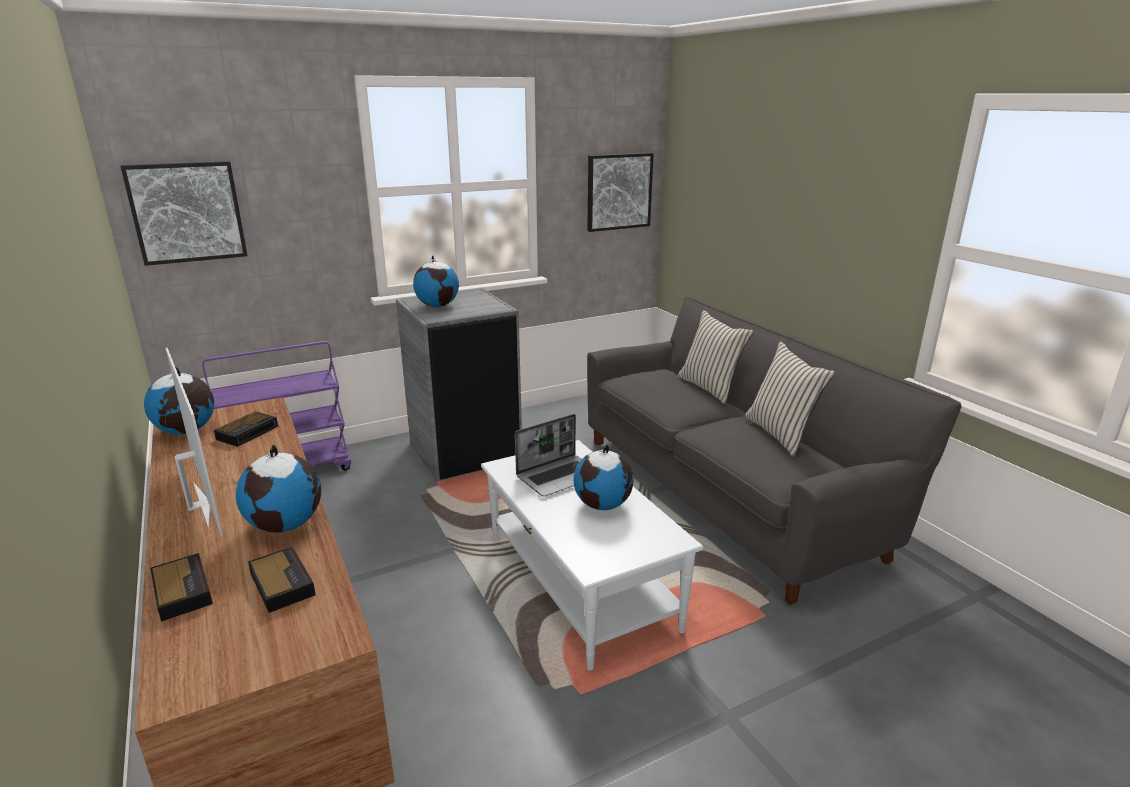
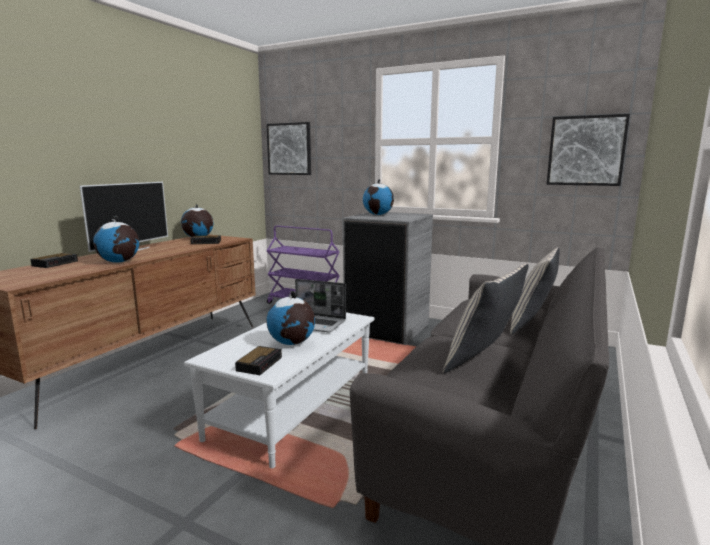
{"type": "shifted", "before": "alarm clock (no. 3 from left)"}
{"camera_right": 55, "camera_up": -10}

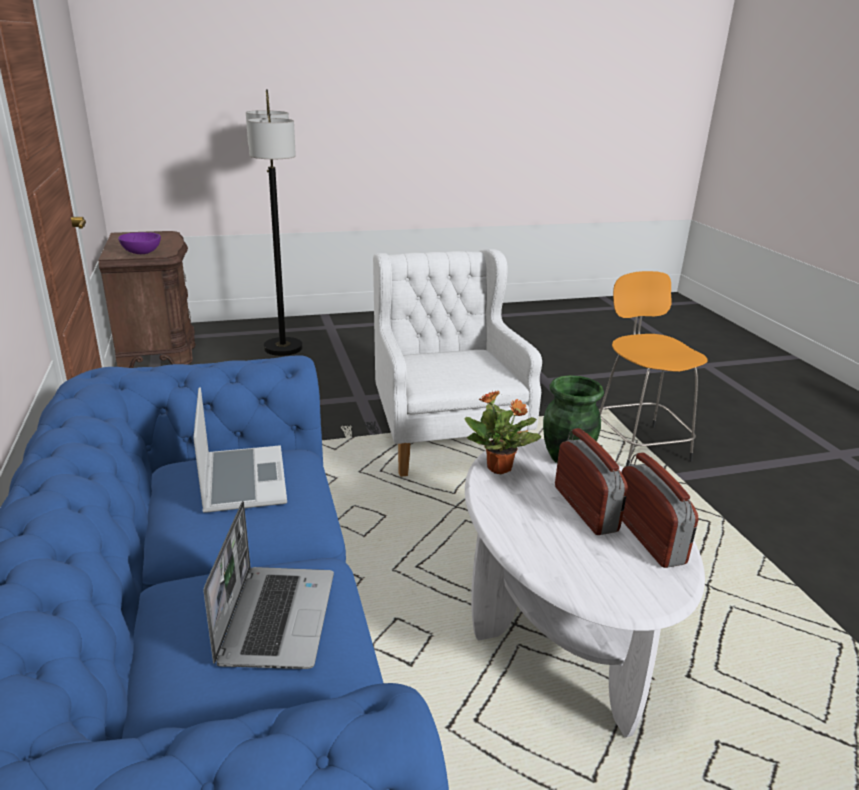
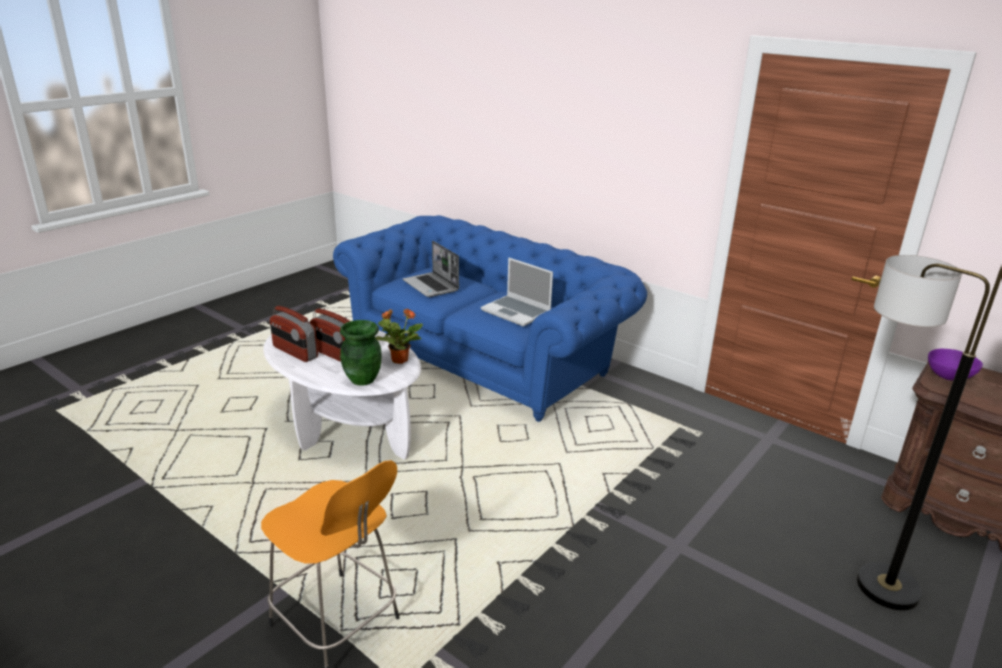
{"type": "gone", "before": "white armchair"}
{"camera_right": 145, "camera_up": 0}

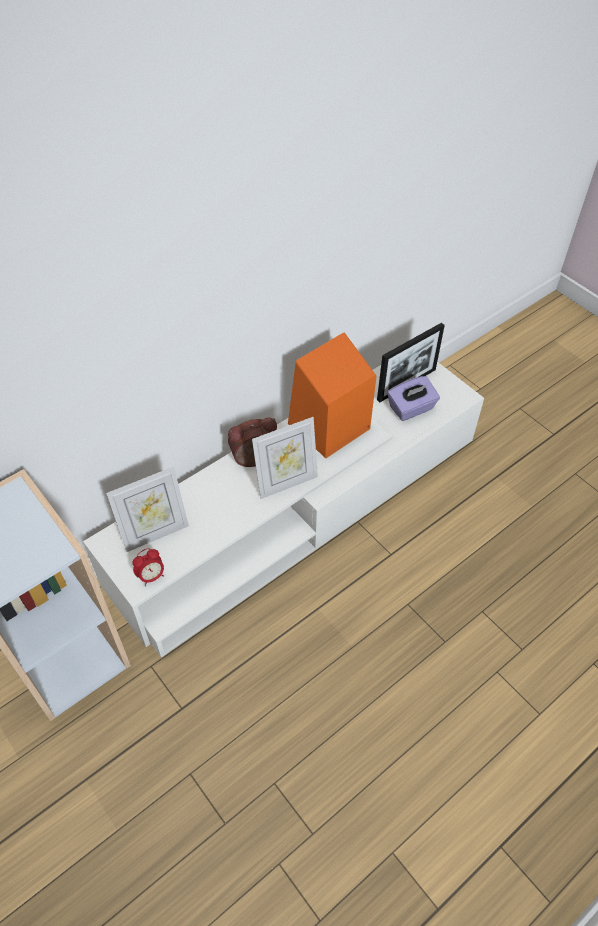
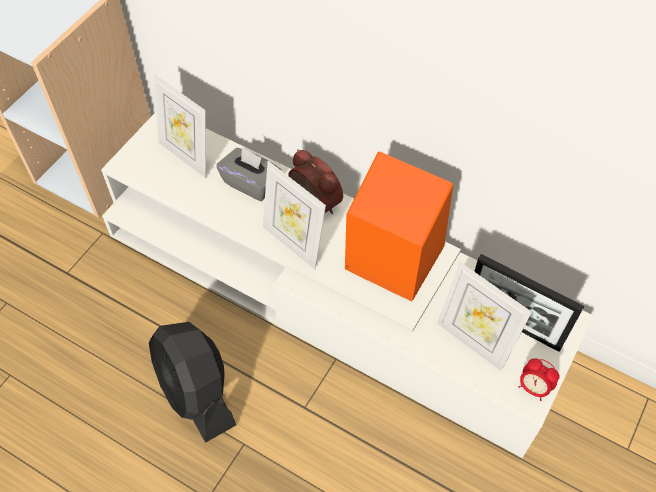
{"type": "new", "after": "black fan"}
{"type": "new", "after": "grey tissue box"}
{"type": "swapped", "before": "purple tissue box", "after": "picture frame (no. 3 from left)"}
{"type": "shifted", "before": "alarm clock (no. 1 from left in the first image)", "after": "alarm clock (no. 2 from left)"}
{"camera_right": 70, "camera_up": 5}

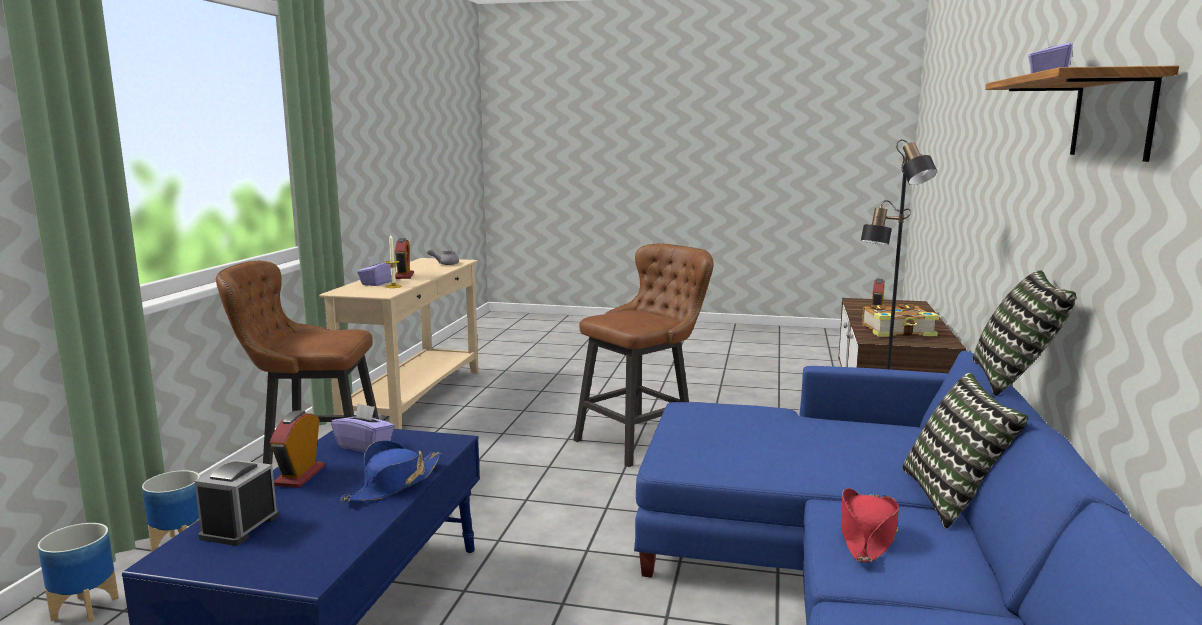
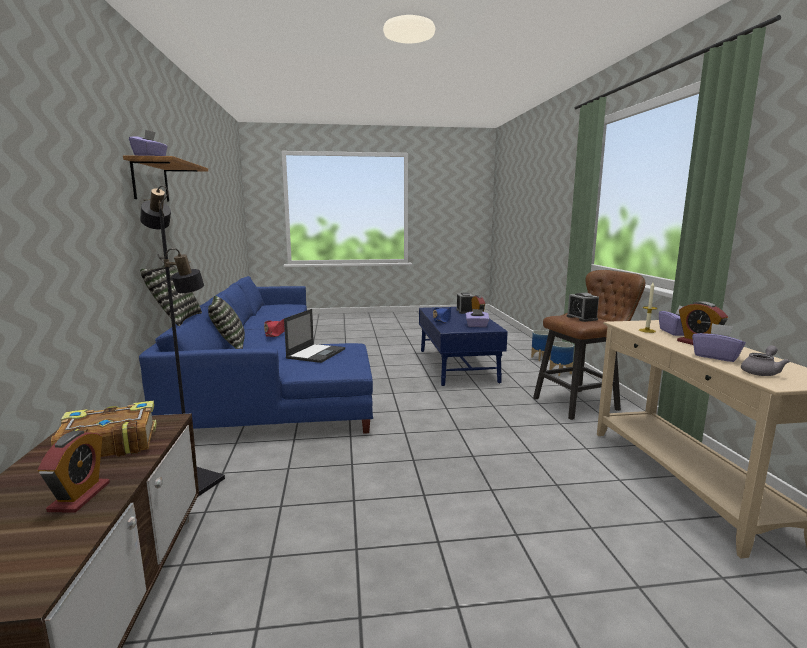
{"type": "new", "after": "laptop"}
{"type": "new", "after": "alarm clock (no. 4 from left)"}
{"type": "new", "after": "purple tissue box (no. 4 from left)"}
{"type": "gone", "before": "brown stool (no. 2 from left)"}
{"camera_right": 160, "camera_up": 0}

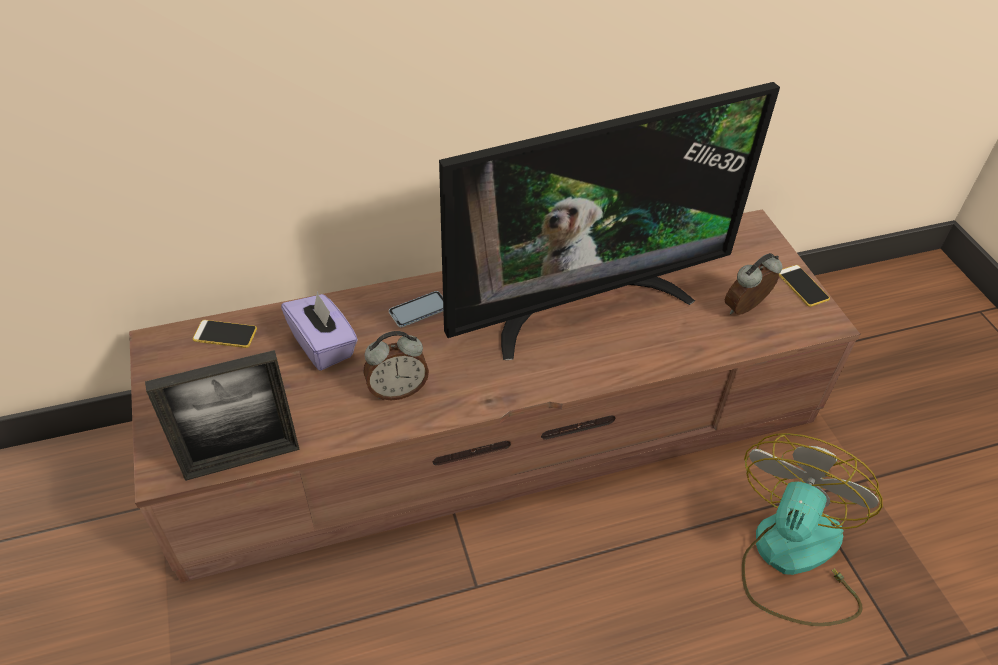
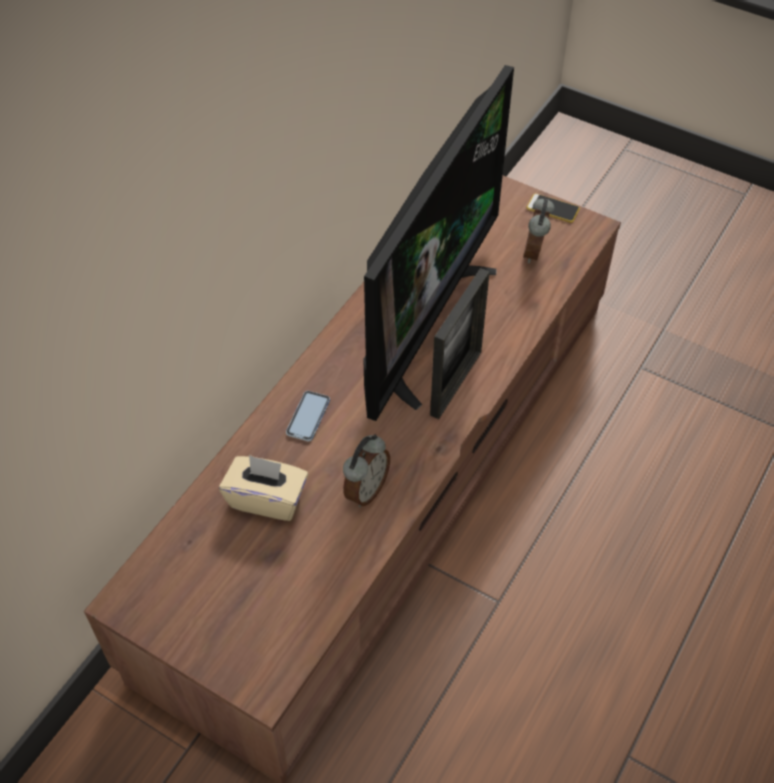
{"type": "repainted", "before": "purple tissue box", "after": "beige tissue box"}
{"type": "shifted", "before": "picture frame"}
{"type": "gone", "before": "phone (no. 1 from left)"}
{"type": "gone", "before": "fan"}
{"camera_right": -40, "camera_up": 5}

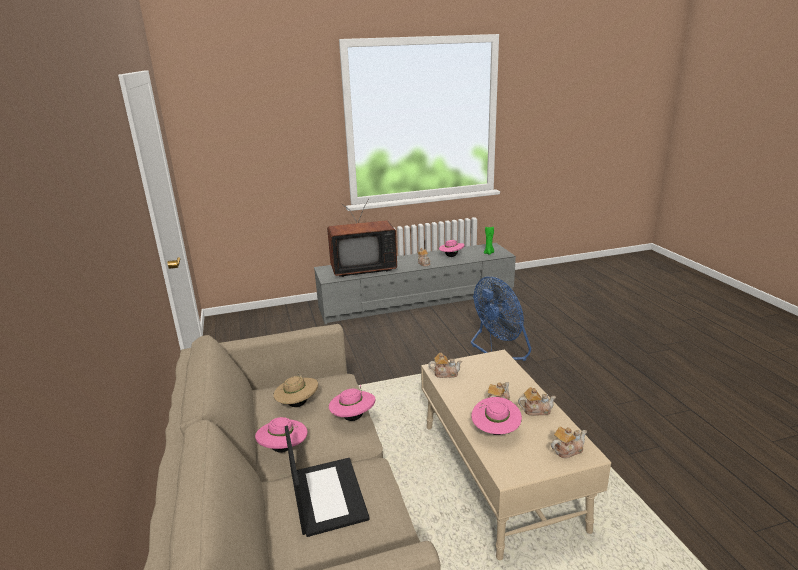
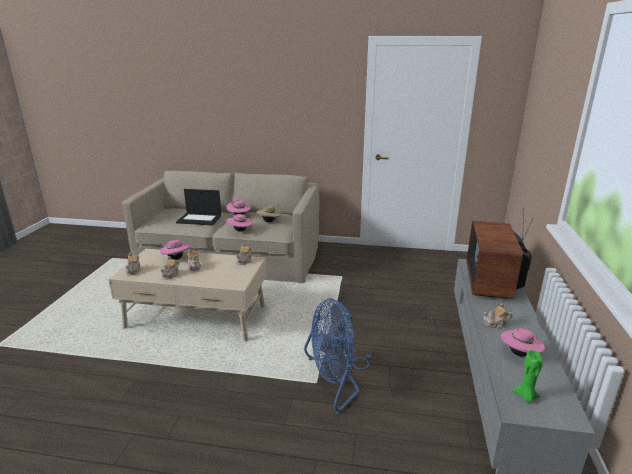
{"type": "rotated", "before": "blue fan", "turn": 75}
{"camera_right": 115, "camera_up": 0}

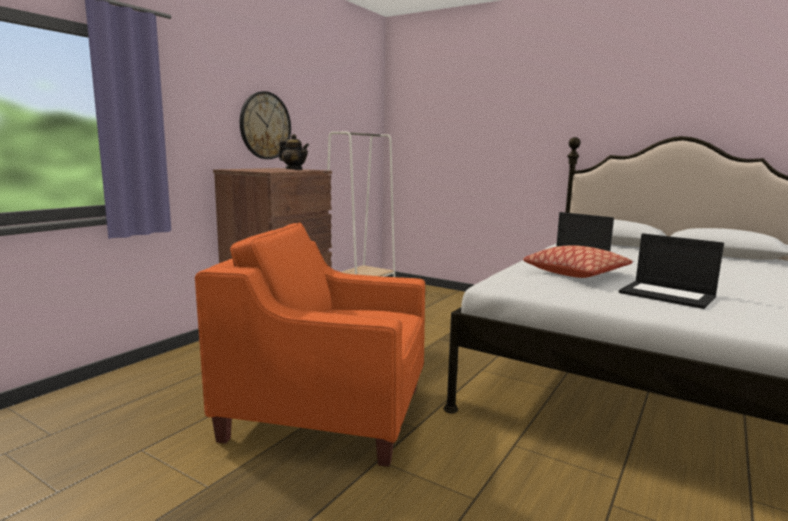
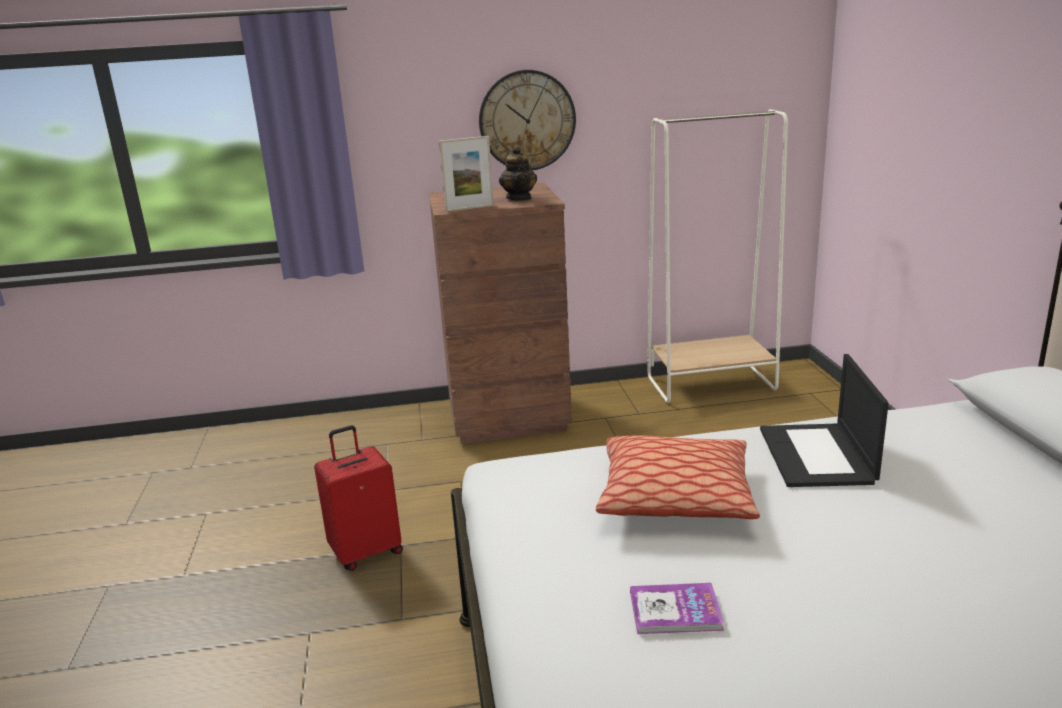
{"type": "swapped", "before": "orange armchair", "after": "red suitcase"}
{"type": "new", "after": "picture frame"}
{"type": "swapped", "before": "laptop (no. 2 from left)", "after": "book"}
{"camera_right": 50, "camera_up": 10}

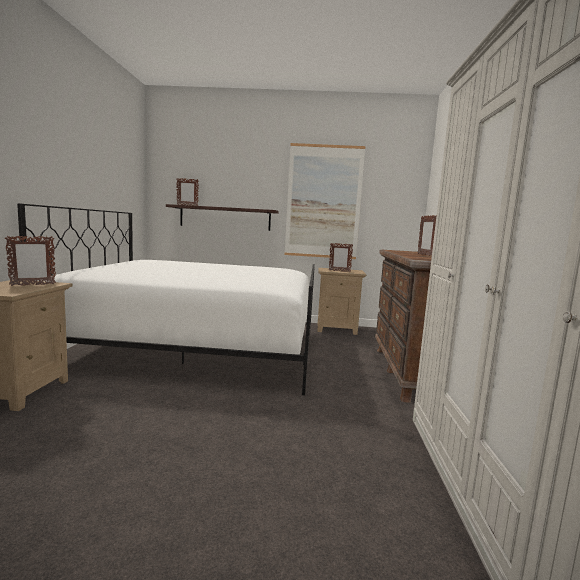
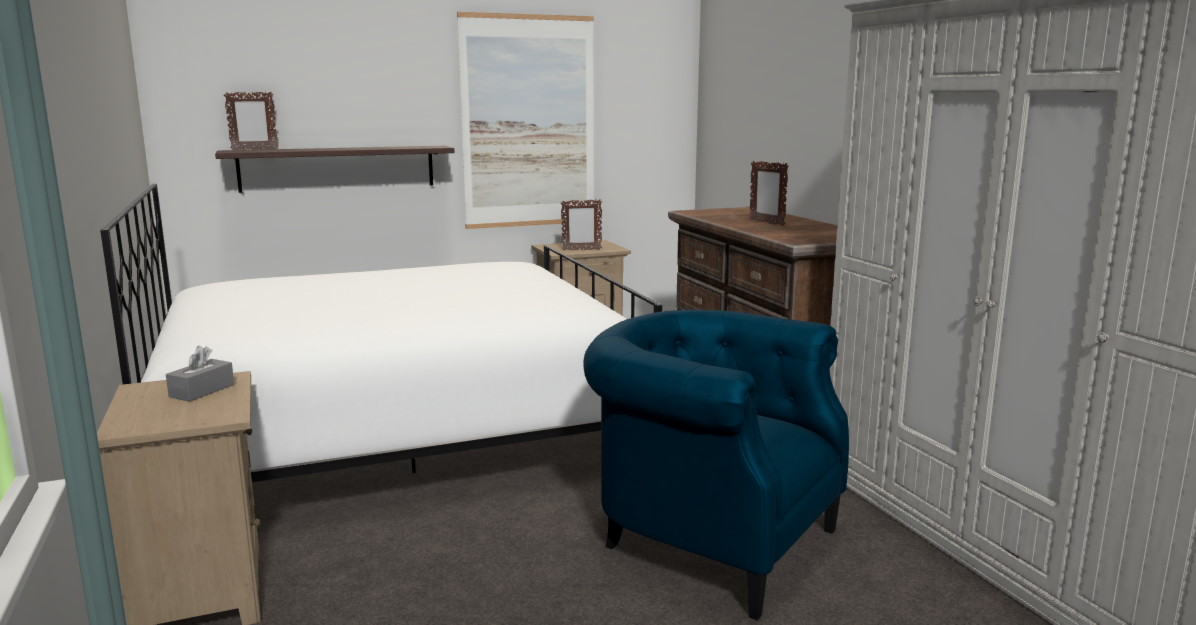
{"type": "swapped", "before": "picture frame (no. 1 from left)", "after": "grey tissue box"}
{"type": "new", "after": "blue armchair"}
{"camera_right": -25, "camera_up": 5}

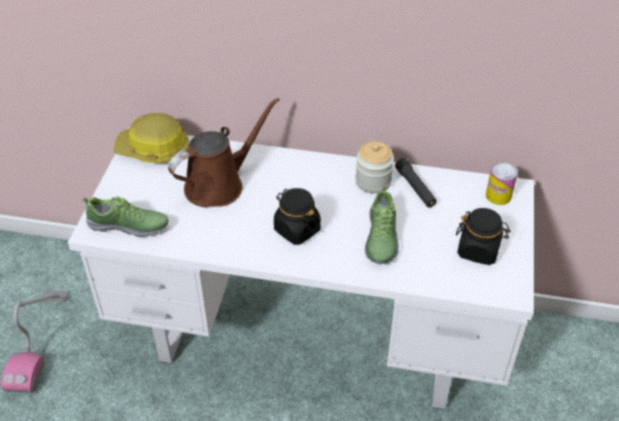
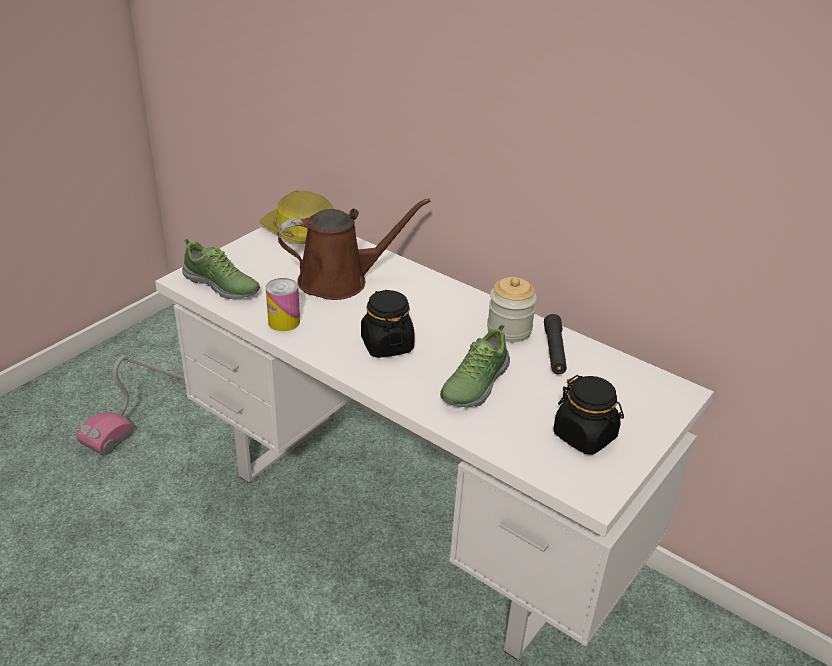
{"type": "shifted", "before": "can"}
{"camera_right": 25, "camera_up": -10}

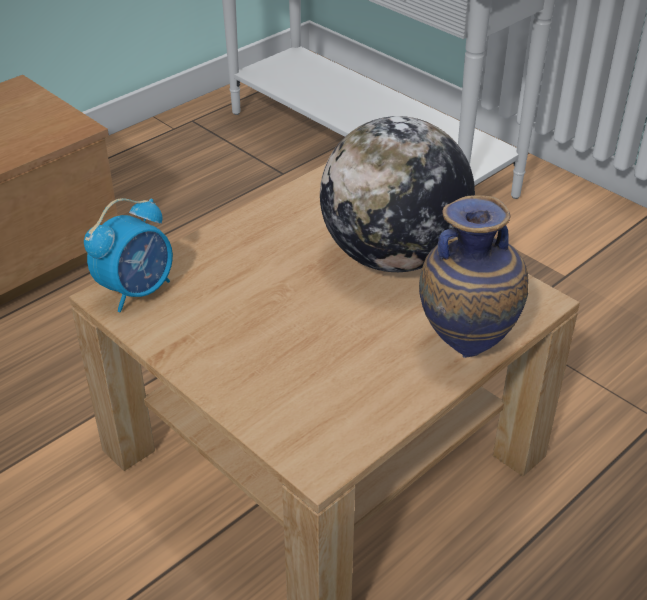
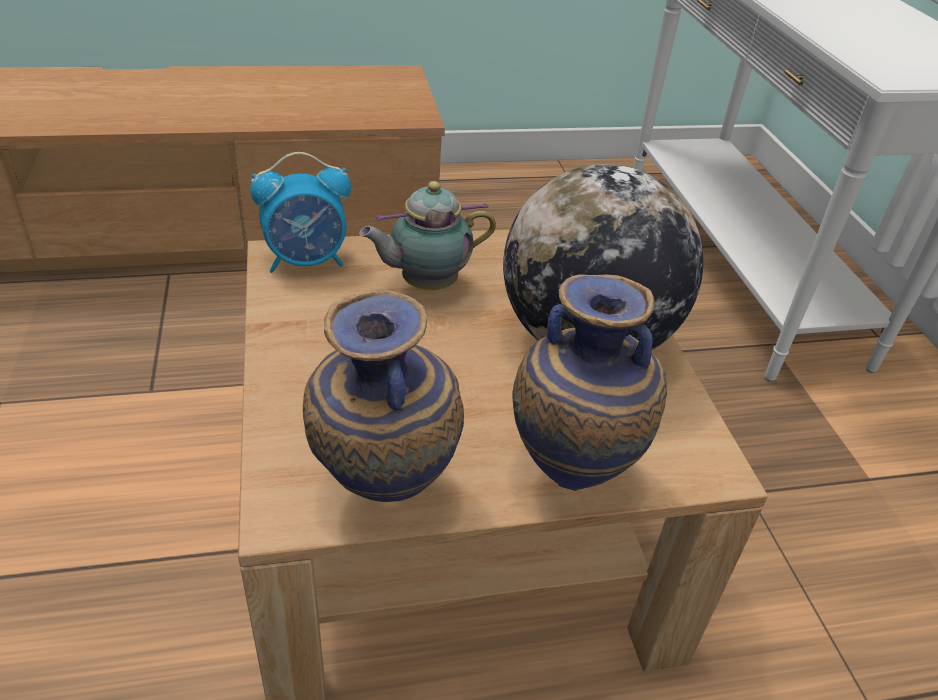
{"type": "new", "after": "vase (no. 1 from left)"}
{"type": "new", "after": "teapot"}
{"camera_right": 30, "camera_up": 0}

